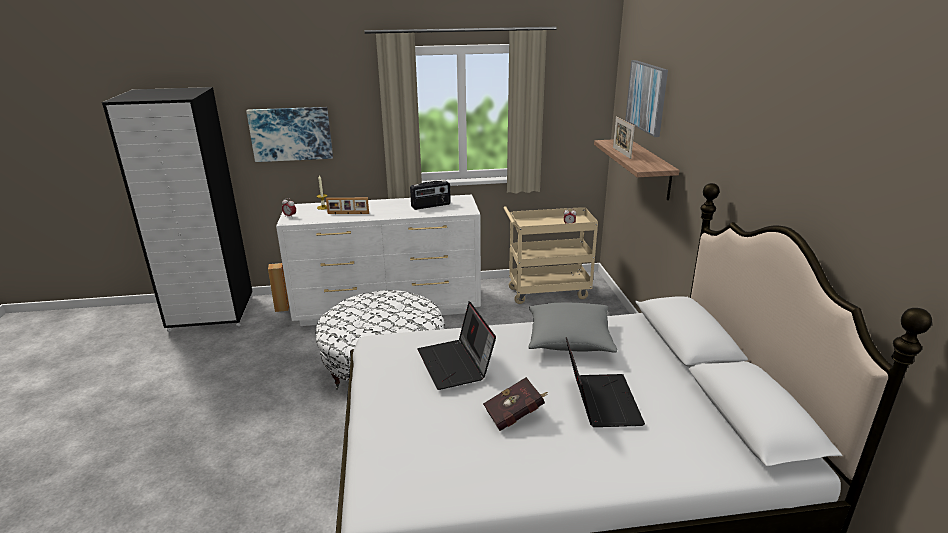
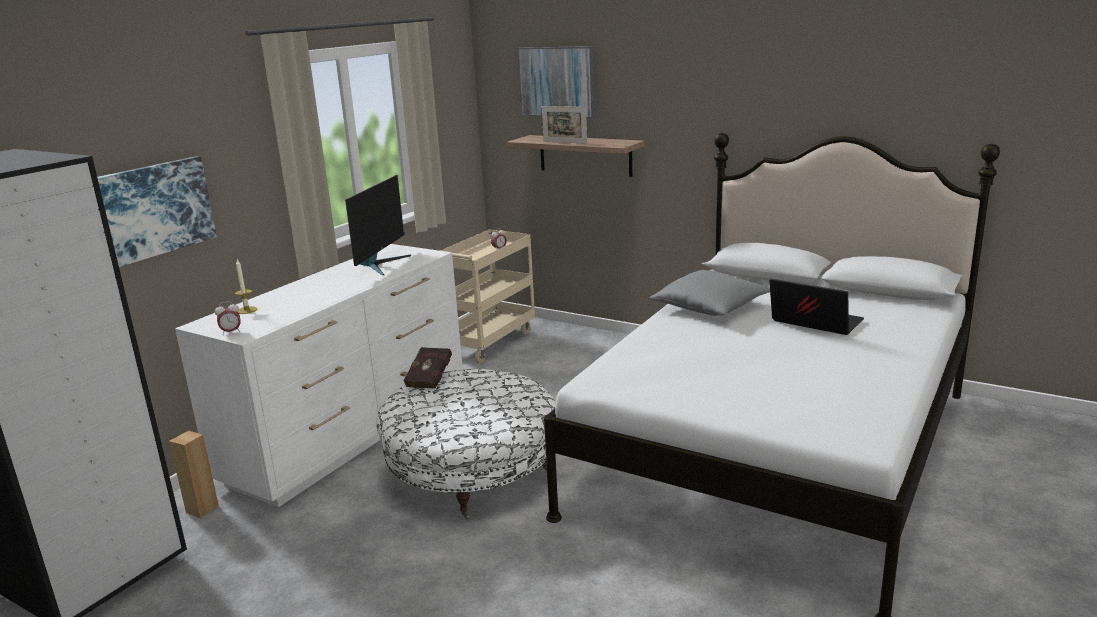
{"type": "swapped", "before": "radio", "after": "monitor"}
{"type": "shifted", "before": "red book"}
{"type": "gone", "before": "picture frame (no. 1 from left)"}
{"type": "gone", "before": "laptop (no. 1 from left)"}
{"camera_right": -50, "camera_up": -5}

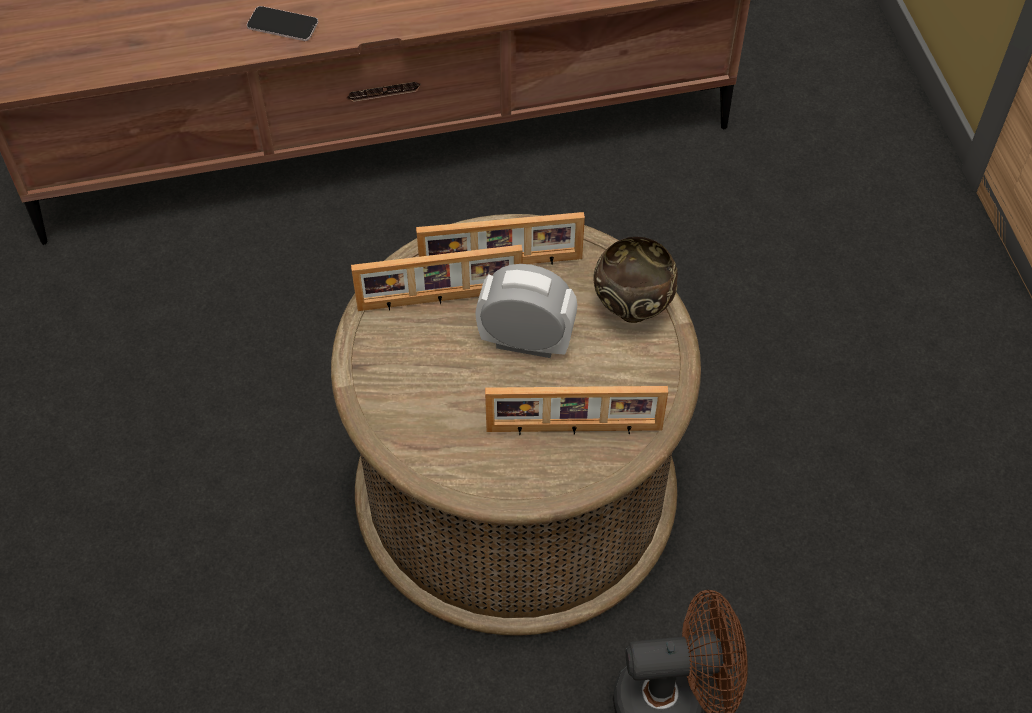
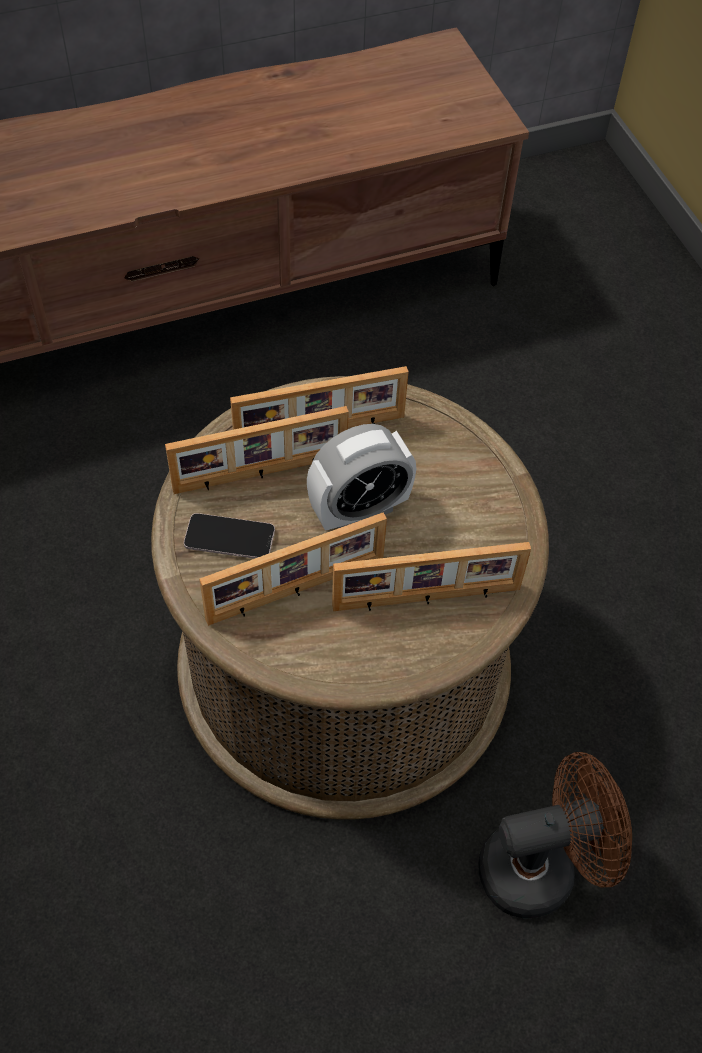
{"type": "shifted", "before": "phone"}
{"type": "new", "after": "picture frame (no. 2 from left)"}
{"type": "rotated", "before": "alarm clock", "turn": 150}
{"type": "gone", "before": "brown bowl"}
{"camera_right": -10, "camera_up": 0}

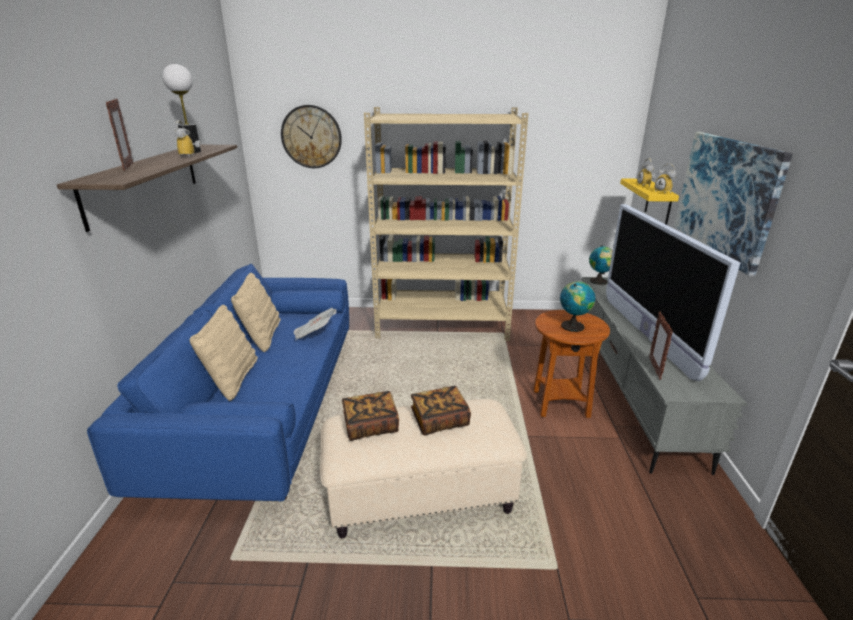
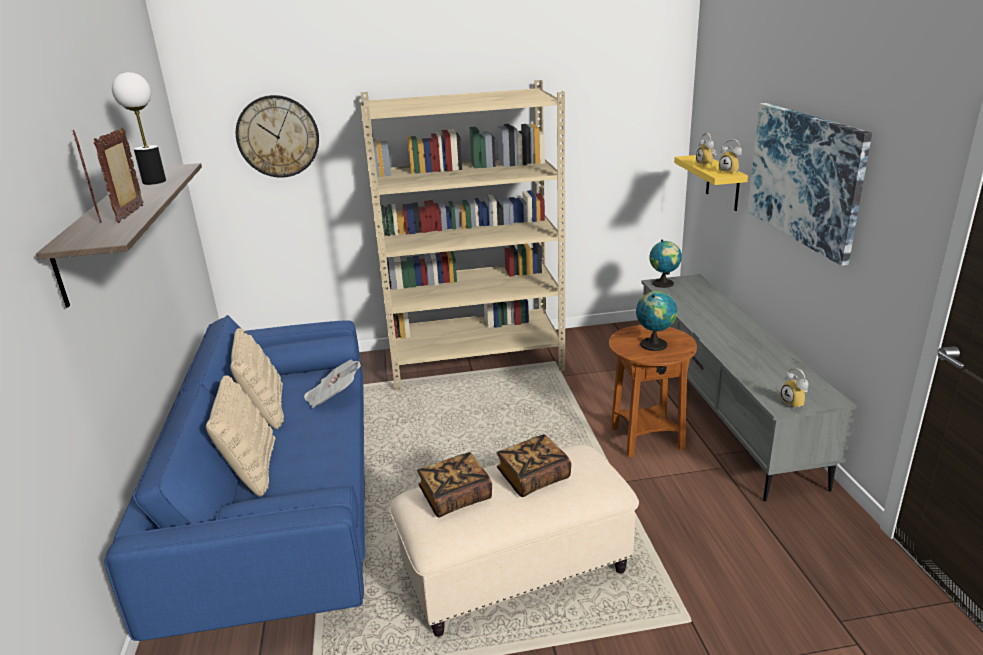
{"type": "shifted", "before": "picture frame (no. 2 from left)"}
{"type": "shifted", "before": "alarm clock (no. 1 from left in the first image)", "after": "alarm clock (no. 3 from left)"}
{"type": "gone", "before": "television"}
{"camera_right": -10, "camera_up": 0}

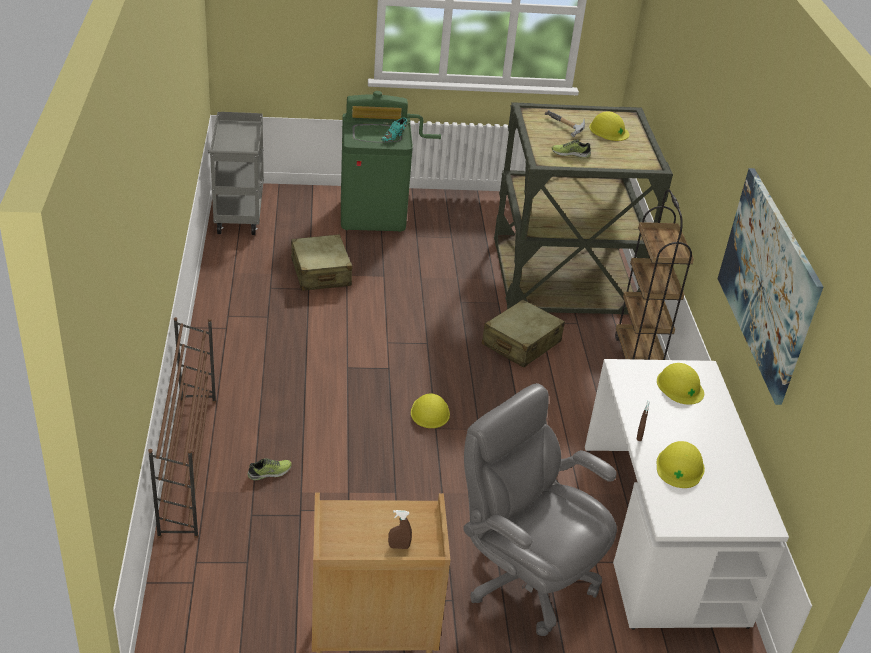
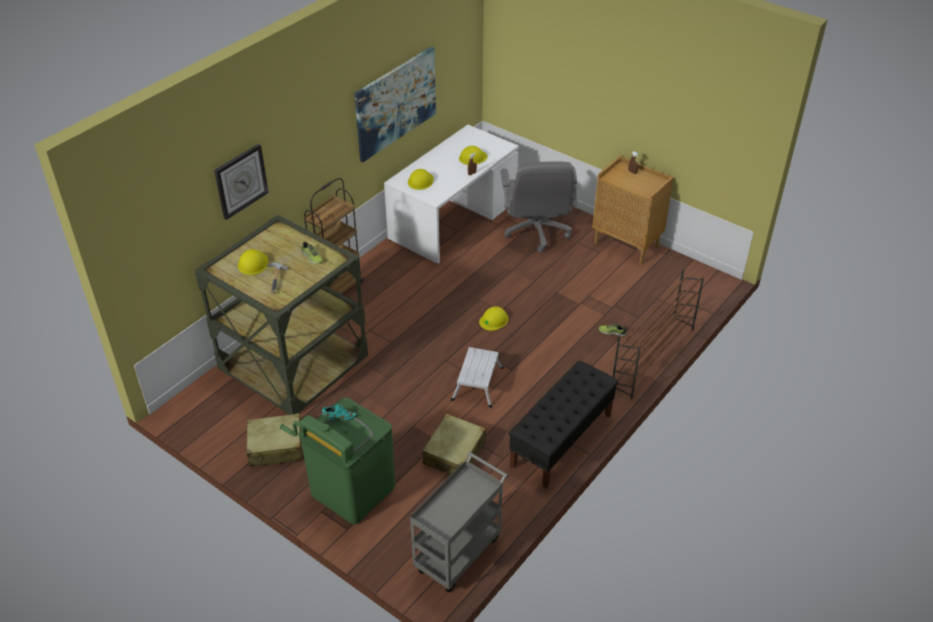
{"type": "new", "after": "wall clock"}
{"type": "shifted", "before": "beige suitcase (no. 2 from left in the first image)", "after": "beige suitcase (no. 1 from left)"}
{"type": "new", "after": "white step ladder"}
{"type": "new", "after": "black bench"}
{"camera_right": -135, "camera_up": 5}

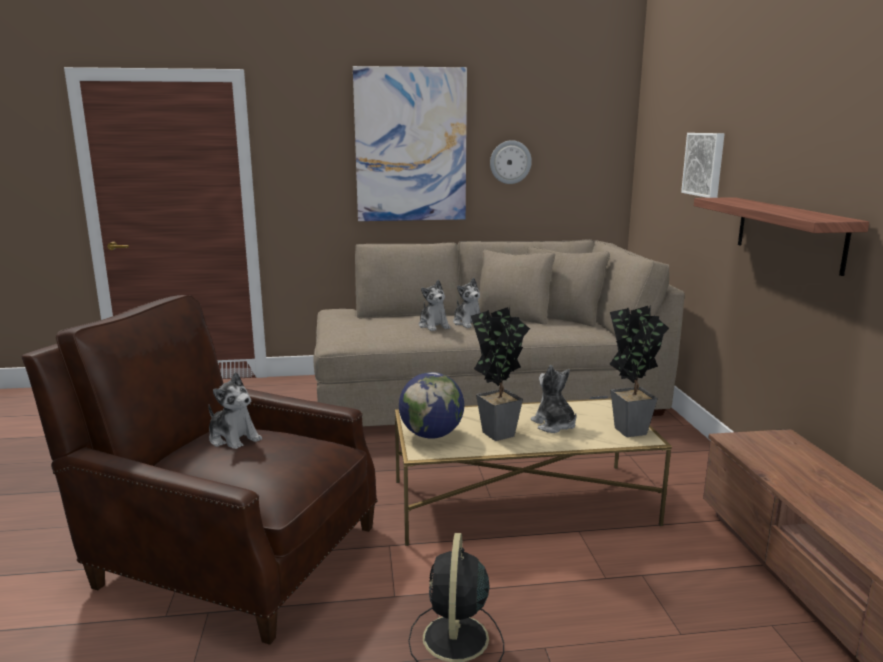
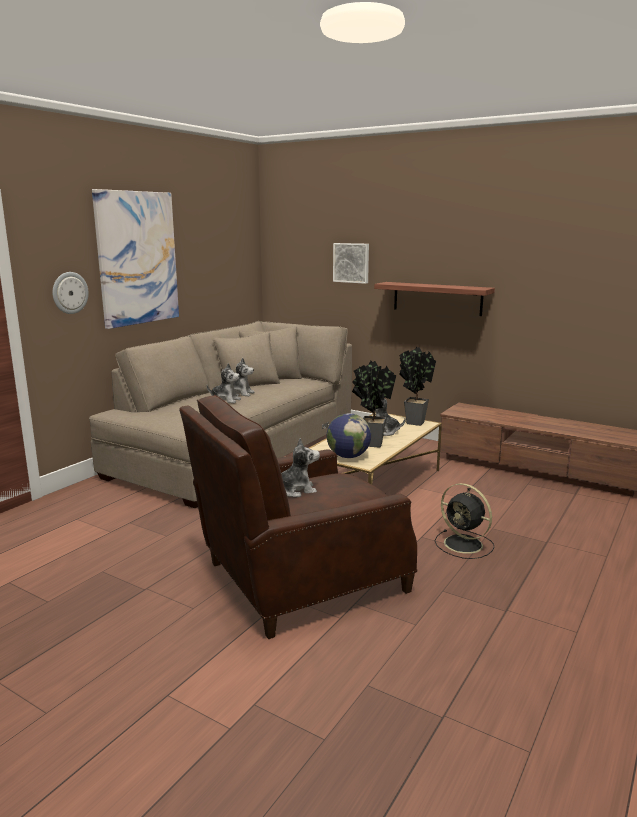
{"type": "shifted", "before": "wall clock"}
{"camera_right": -50, "camera_up": 0}

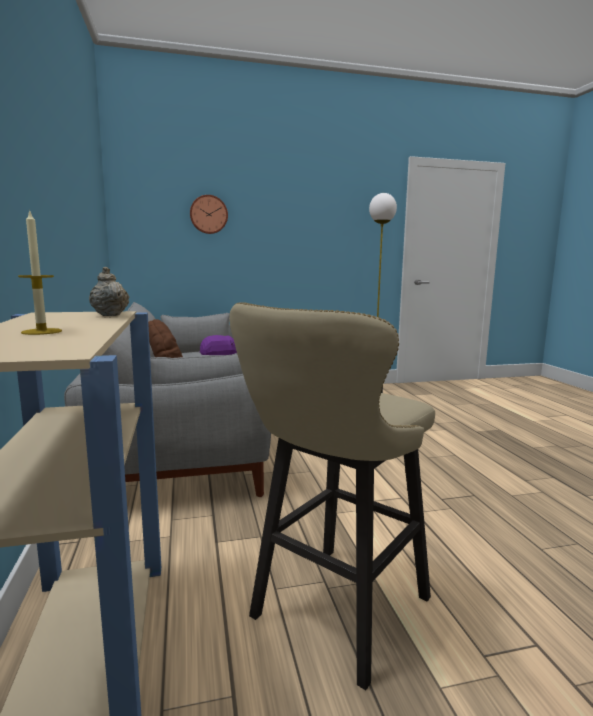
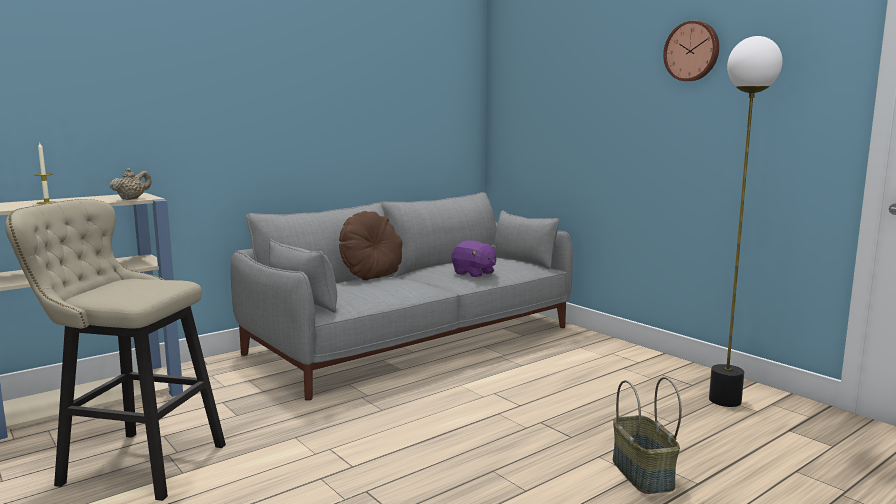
{"type": "new", "after": "basket"}
{"type": "shifted", "before": "wall clock"}
{"camera_right": 65, "camera_up": 0}

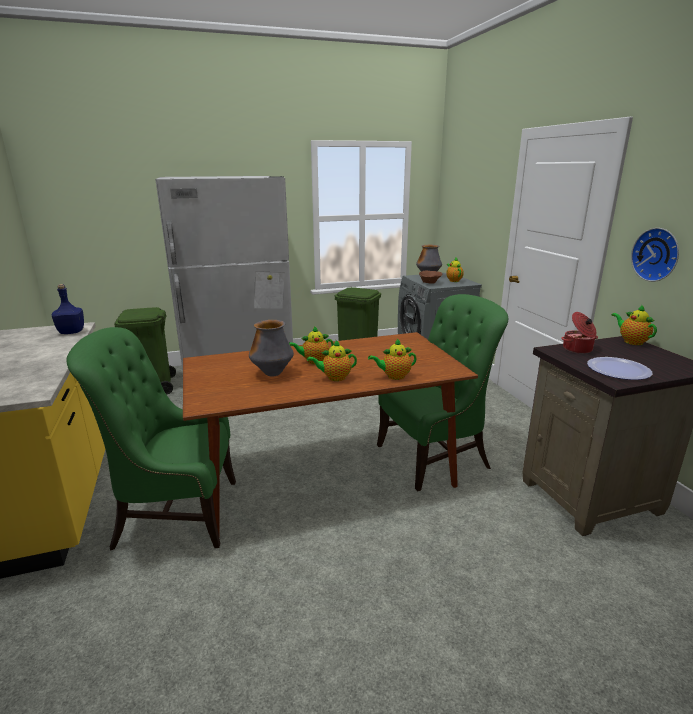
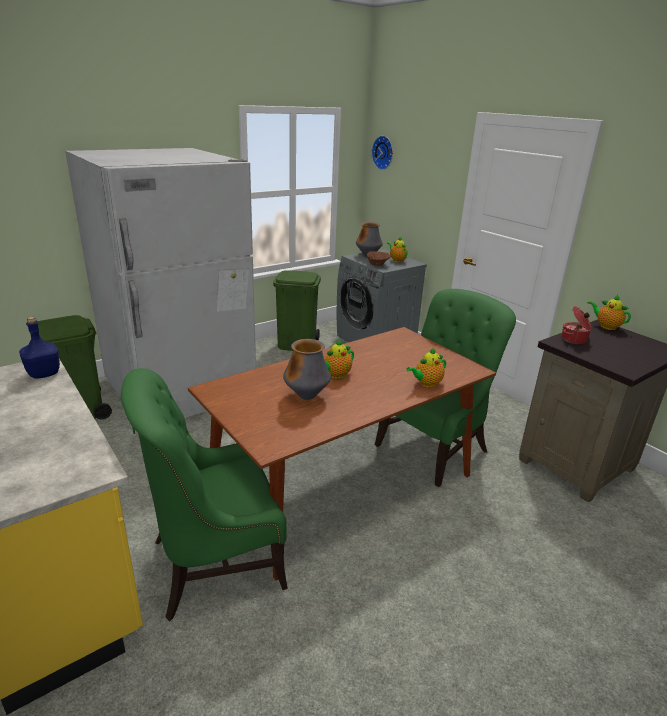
{"type": "shifted", "before": "wall clock"}
{"type": "gone", "before": "teapot (no. 2 from left)"}
{"type": "gone", "before": "plate"}
{"camera_right": -20, "camera_up": 5}

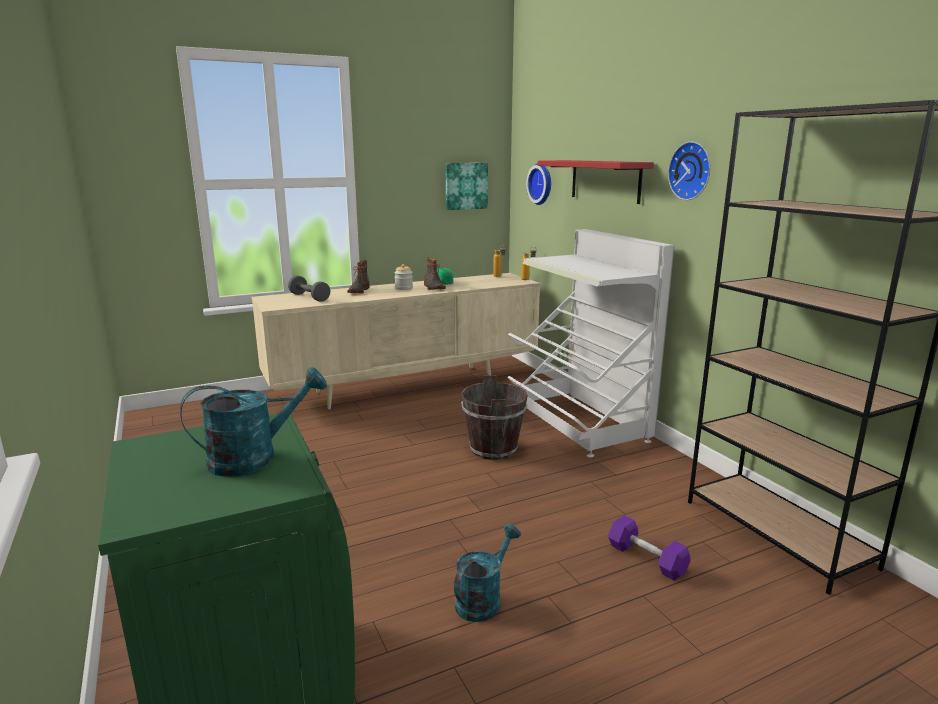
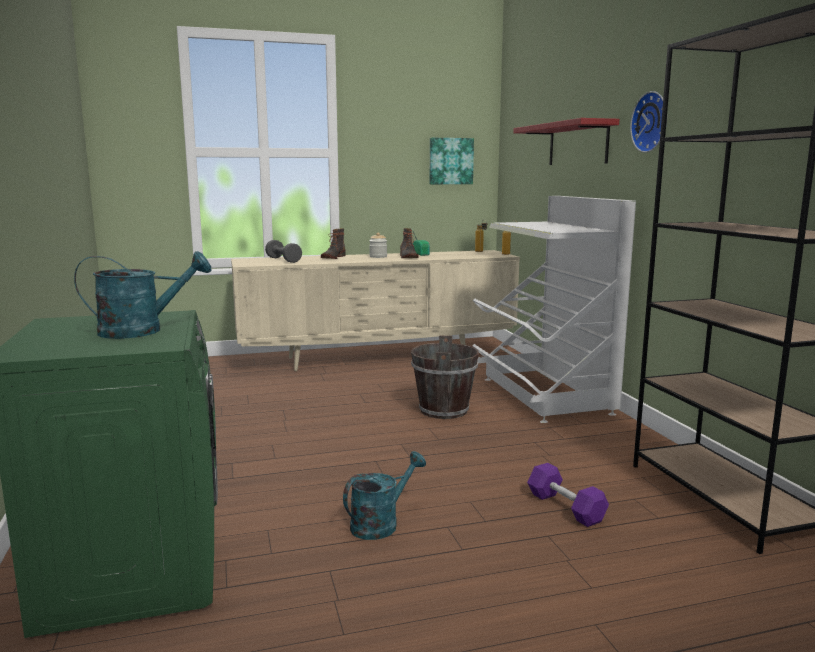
{"type": "gone", "before": "wall clock (no. 1 from left)"}
{"camera_right": 10, "camera_up": -5}

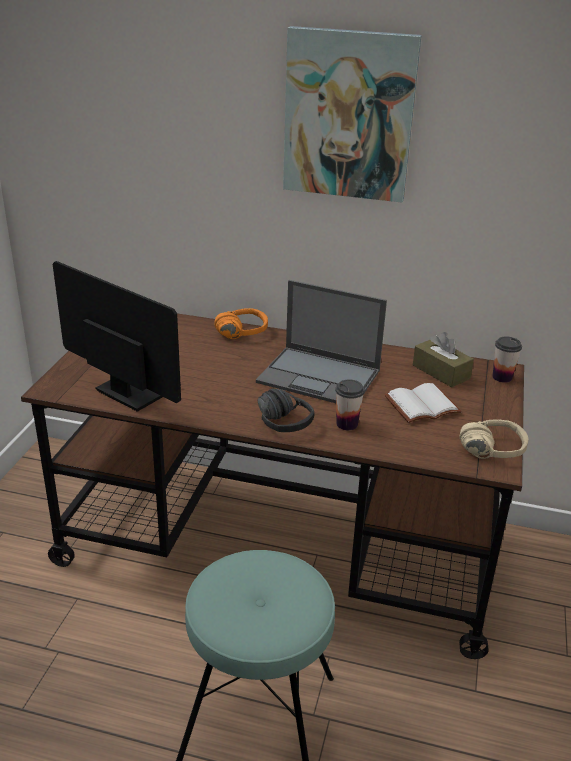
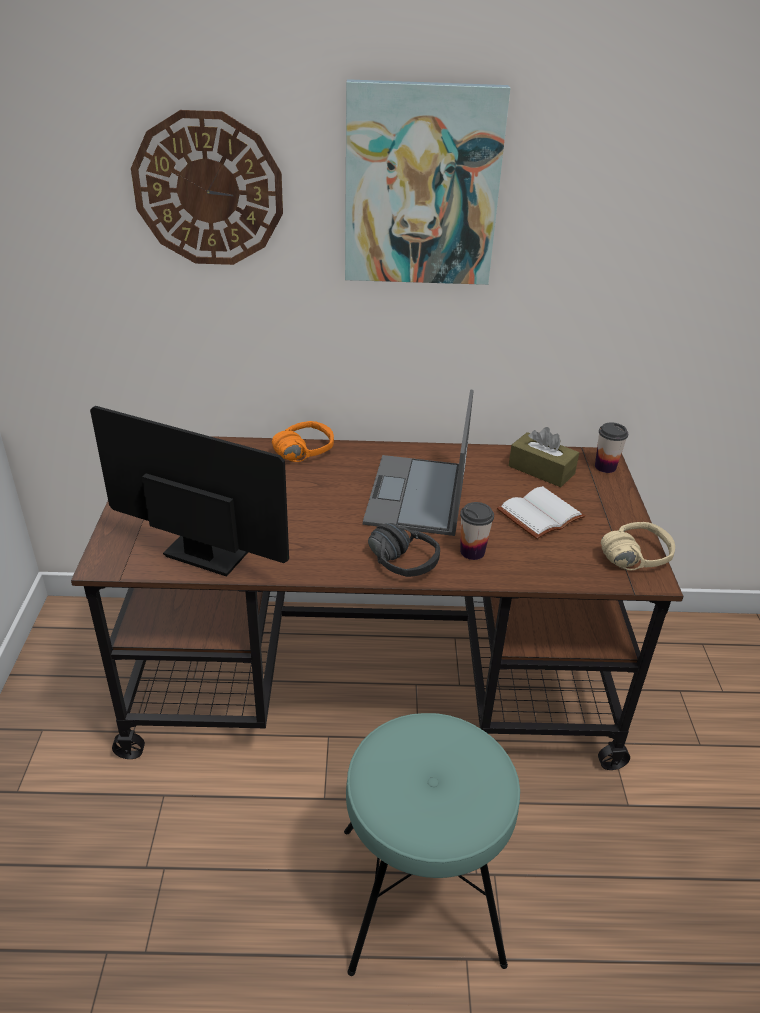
{"type": "new", "after": "wall clock"}
{"type": "rotated", "before": "laptop", "turn": 90}
{"camera_right": -15, "camera_up": 5}

